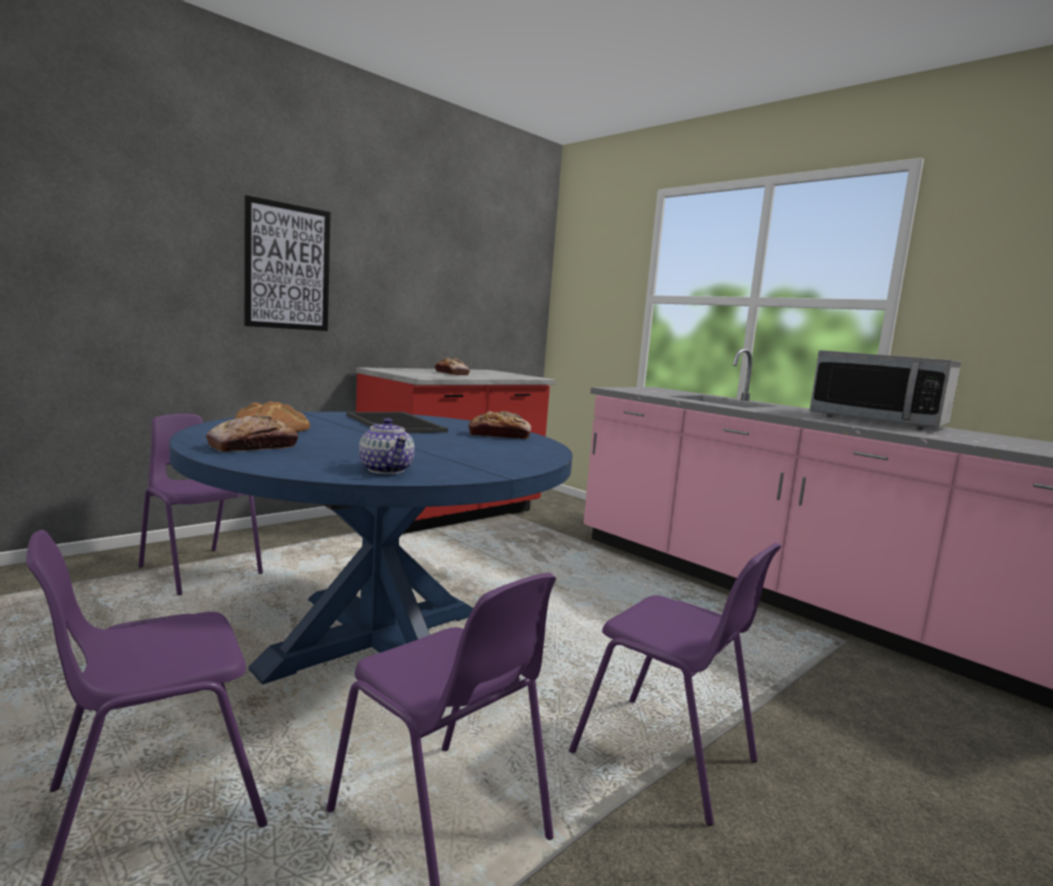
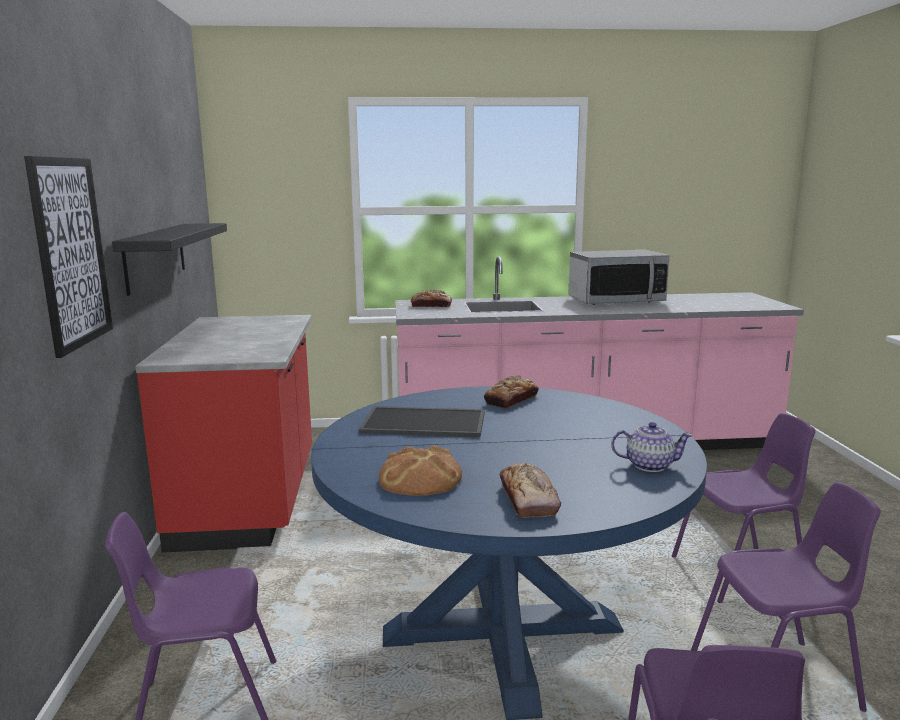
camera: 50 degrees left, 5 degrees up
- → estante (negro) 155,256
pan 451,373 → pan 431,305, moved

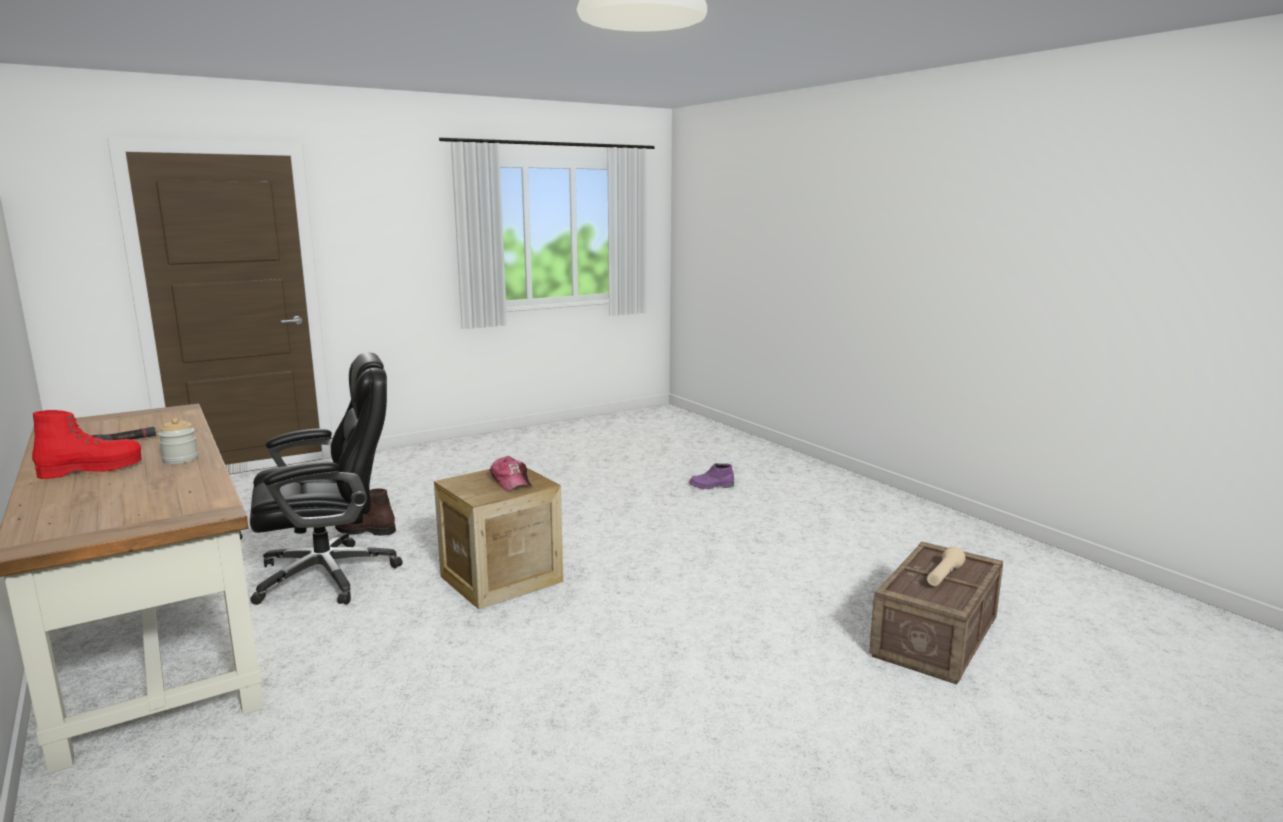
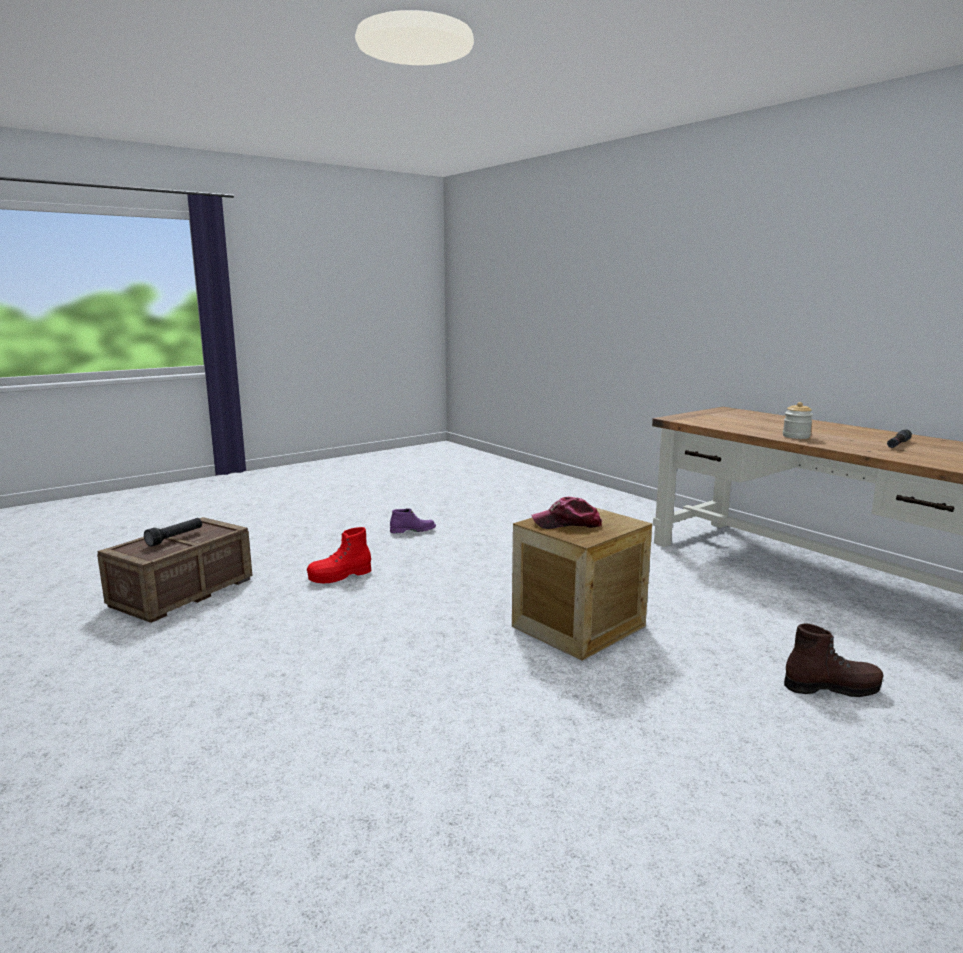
camera: 175 degrees right, 0 degrees up
silla de oficina (negro) 330,575 → -
bota (rojo) 92,469 → bota (rojo) 340,576, moved
bota (morado) 711,486 → bota (morado) 413,530, moved
linterna (beis) 943,577 → linterna (negro) 175,538
gorra 511,482 → gorra 567,524, 60 degrees counterclockwise

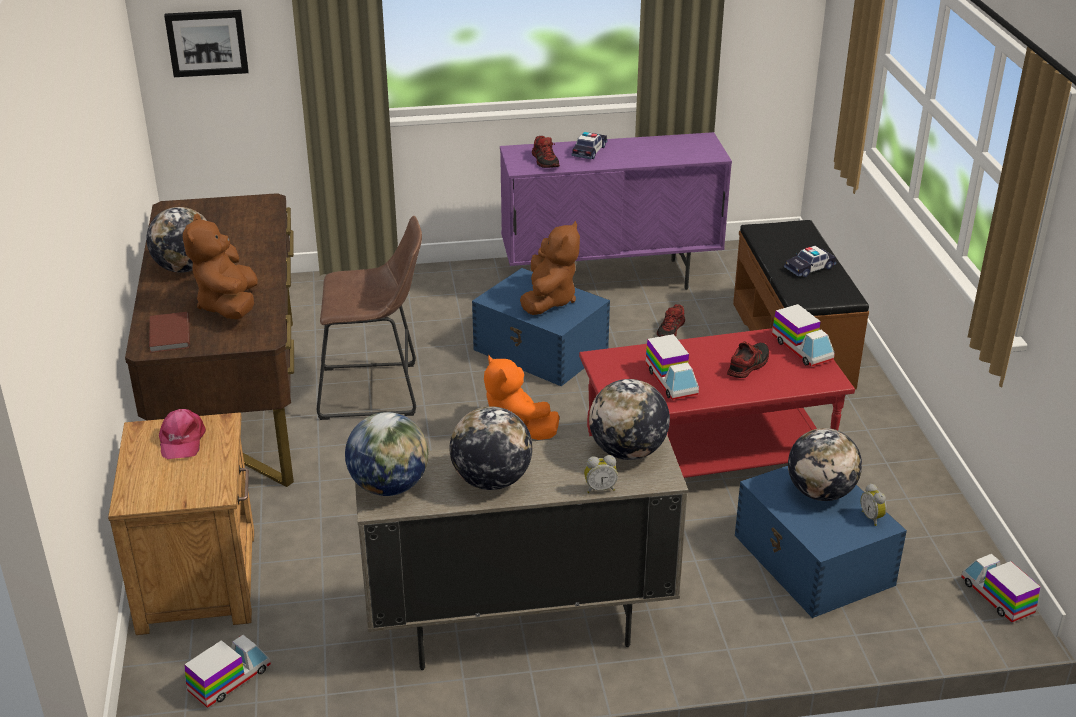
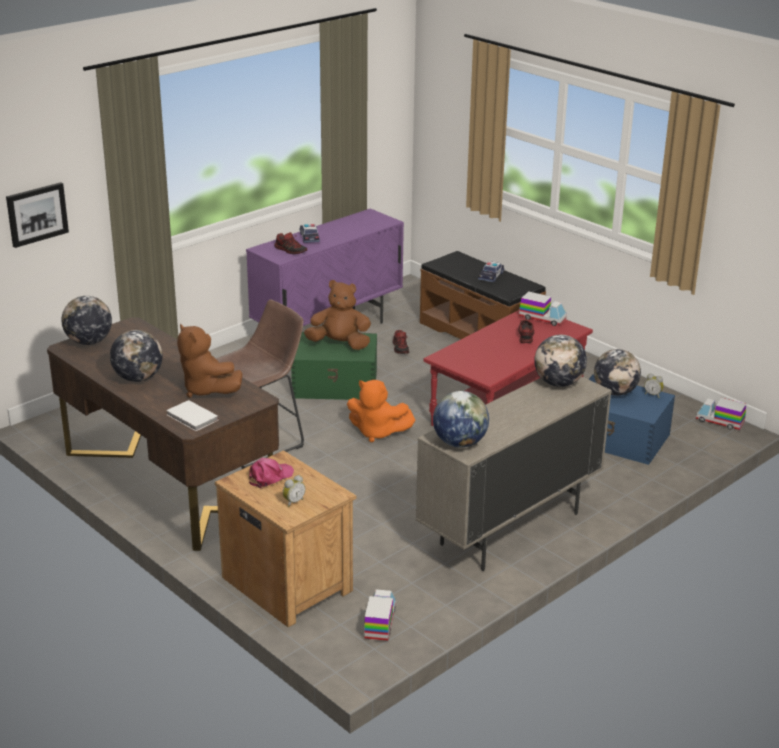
camera: 35 degrees left, 5 degrees down
camión de juguete 671,381 → -
globo terráqueo 491,480 → globo terráqueo 89,342, moved
despertador 600,488 → despertador 293,501, moved
libro (marrón) 168,335 → libro (blanco) 192,418
caja de almacenaje (azul) 541,350 → caja de almacenaje (verde) 336,384
gorra (rosa) 181,440 → gorra (rosa) 270,477, 90 degrees counterclockwise
peluche (marrón) 549,300 → peluche (marrón) 339,344, 60 degrees counterclockwise

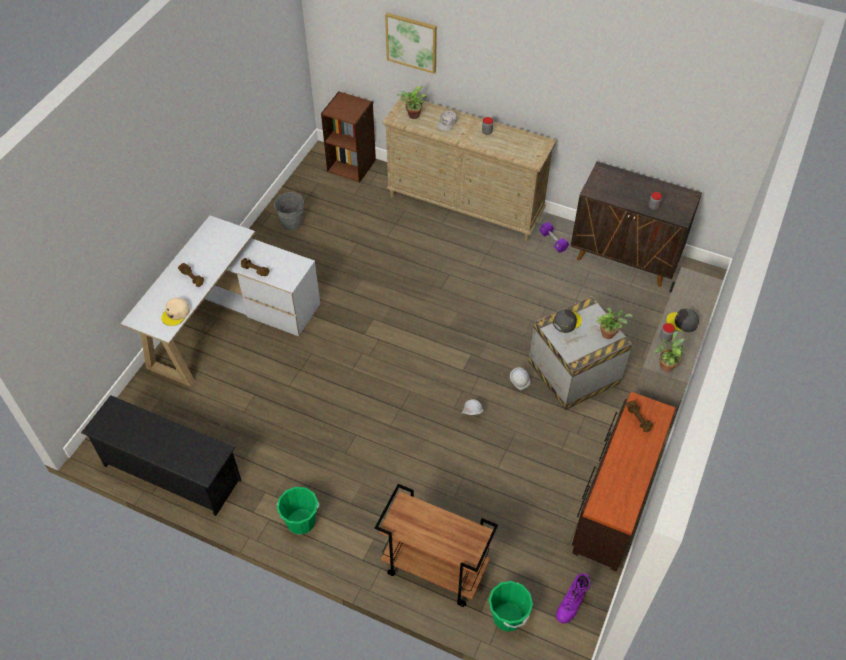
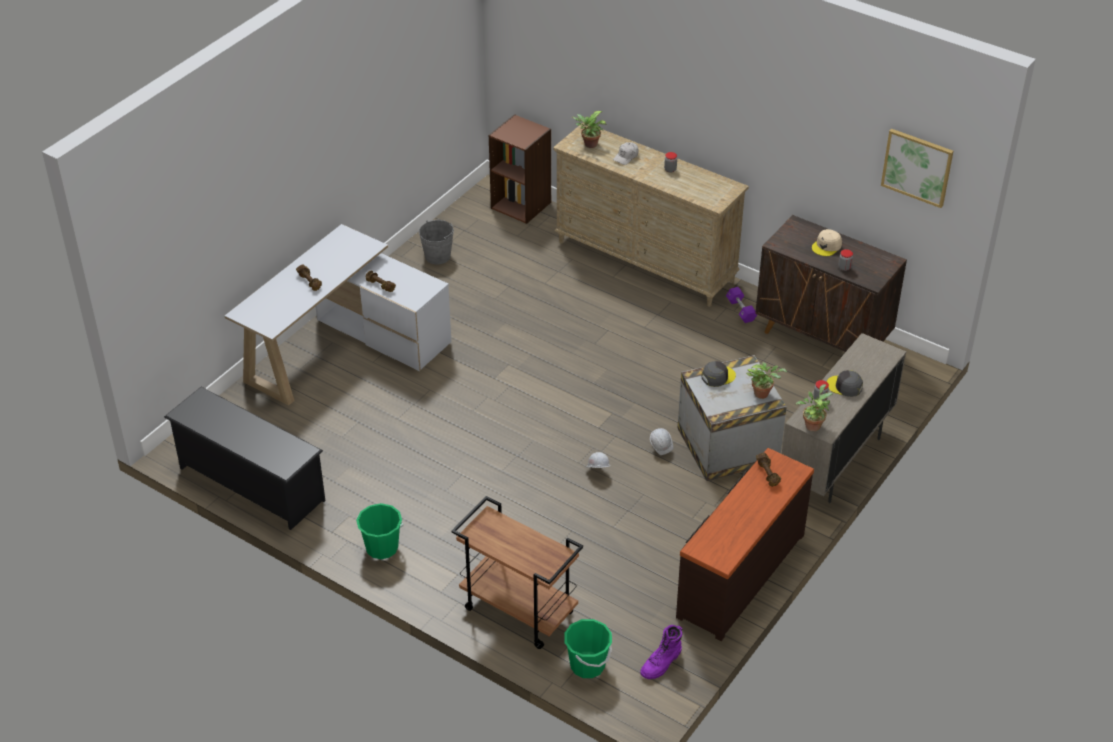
camera: 10 degrees right, 10 degrees down
gorra (beis) 176,314 → gorra (beis) 827,246, moved
cuadro 411,42 → cuadro 917,167, moved

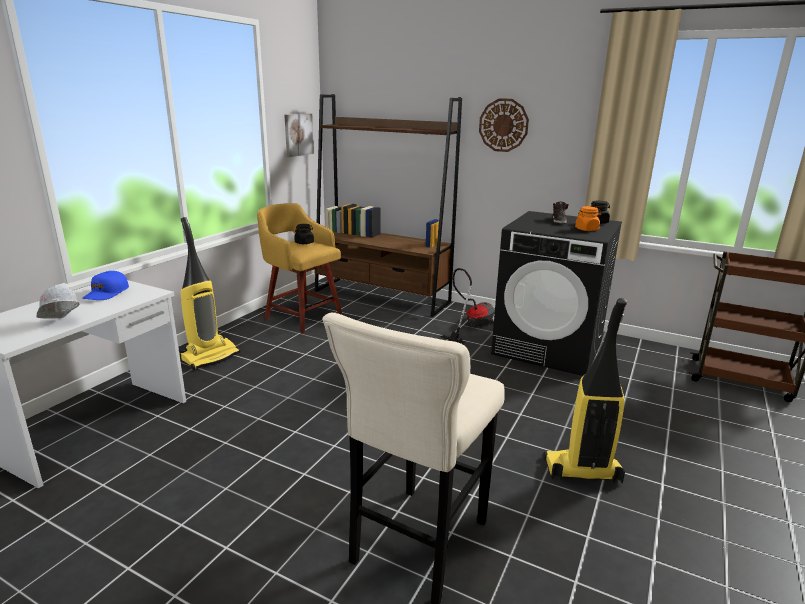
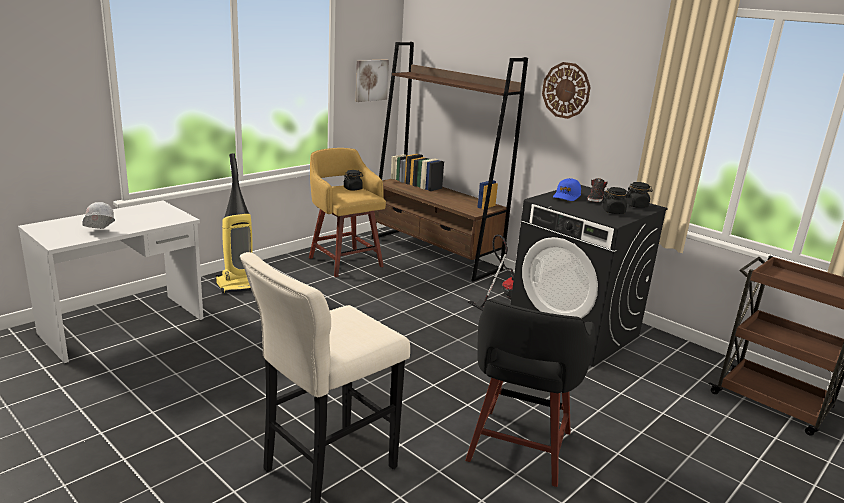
camera: 15 degrees right, 0 degrees up
gorra (azul) 107,293 → gorra (azul) 566,196, moved
aspiradora 581,471 → taburete (negro) 518,448
tarro (naranja) 586,229 → tarro (negro) 613,211

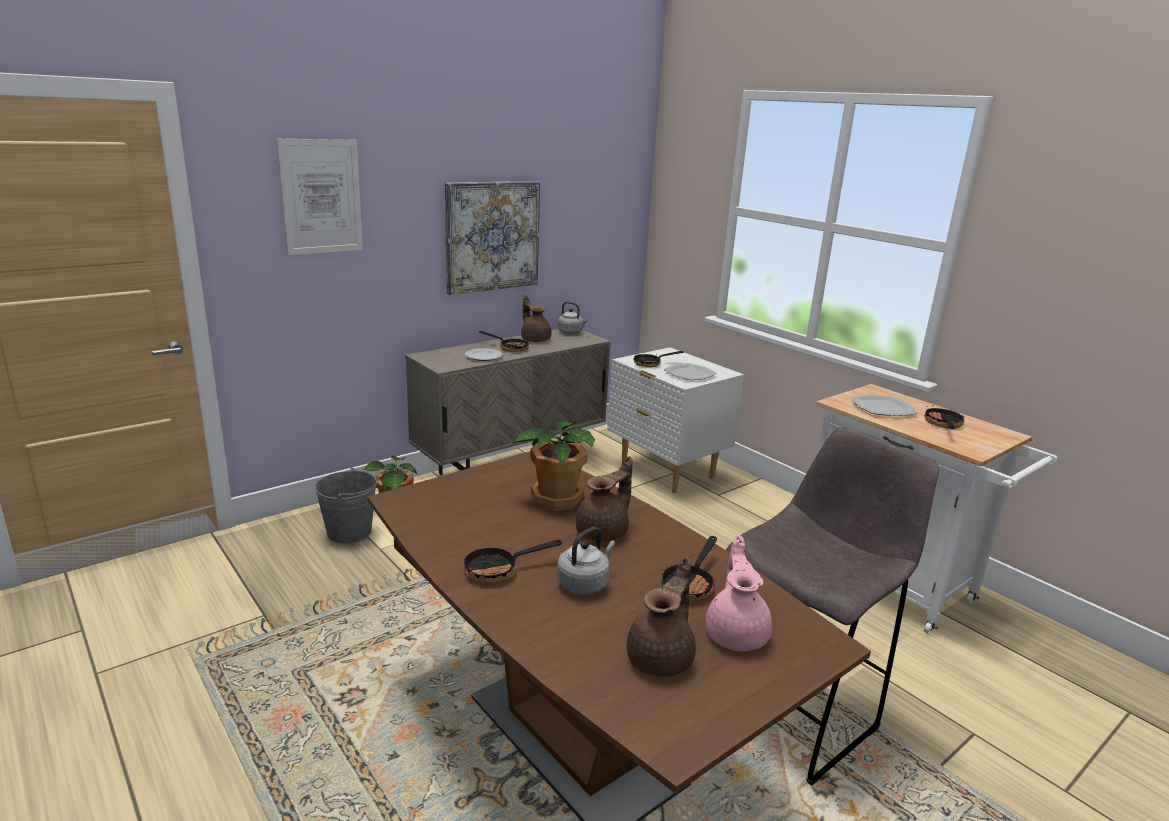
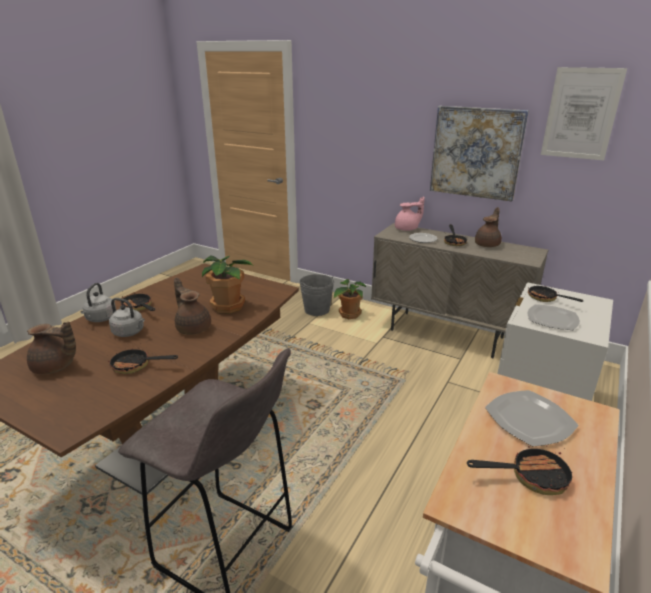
camera: 70 degrees right, 5 degrees up
cuadro 321,197 → cuadro 581,114, moved
hervidor (gris) 571,333 → hervidor (gris) 100,319, moved
tetera (rosa) 736,633 → tetera (rosa) 407,229, moved
tetera (marrón) 604,532 → tetera (marrón) 193,327, 150 degrees counterclockwise

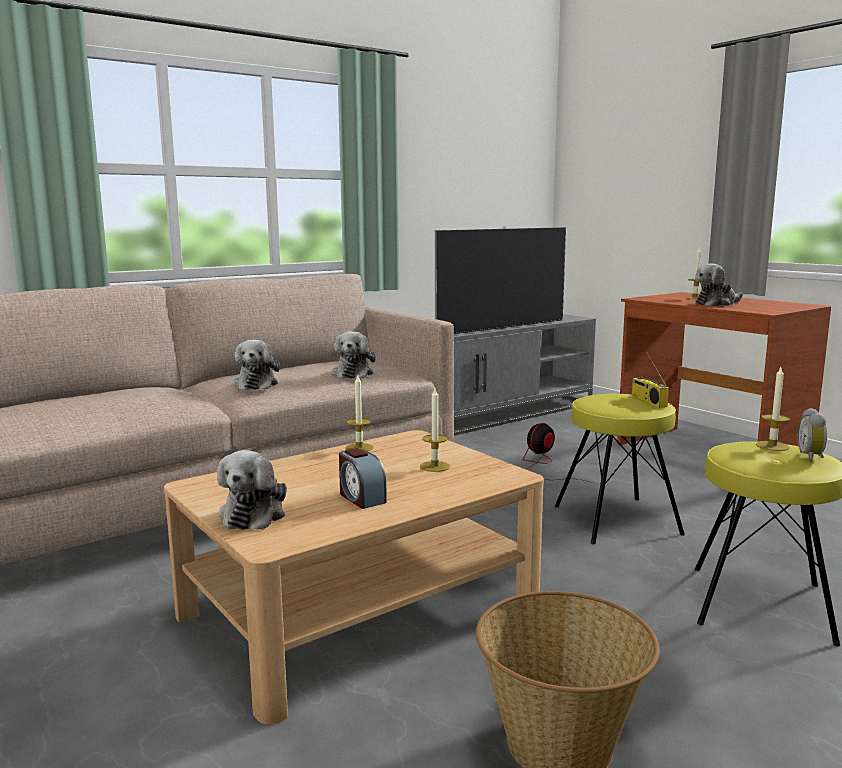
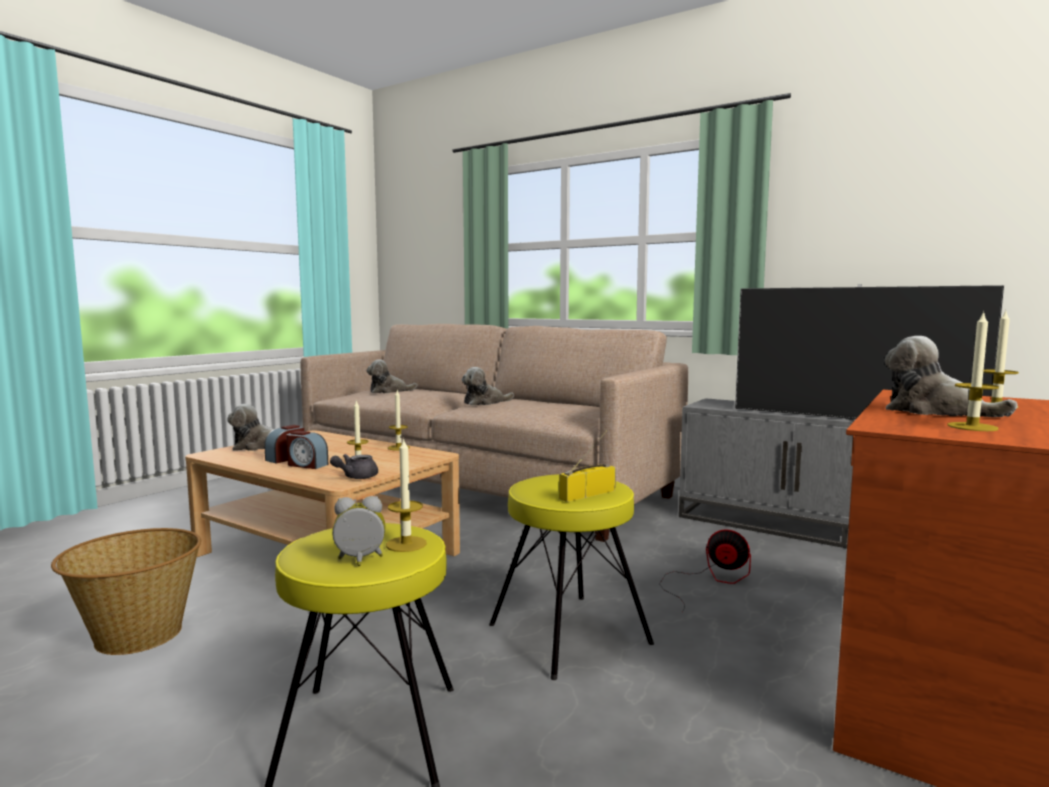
camera: 70 degrees right, 5 degrees down
- → despertador 307,465
- → tetera (gris) 356,477
- → vela 972,427
peluche 353,373 → peluche 389,391, moved

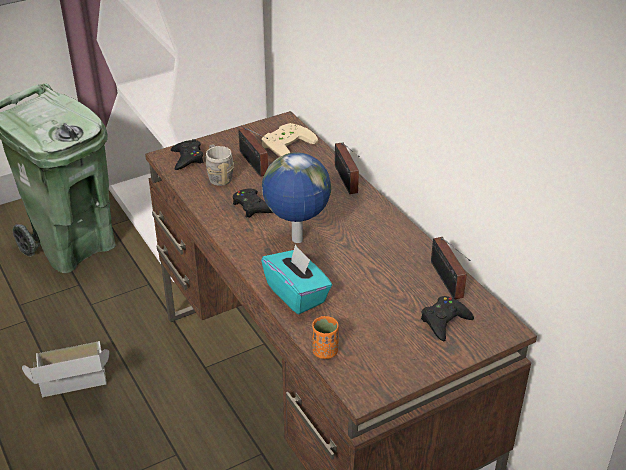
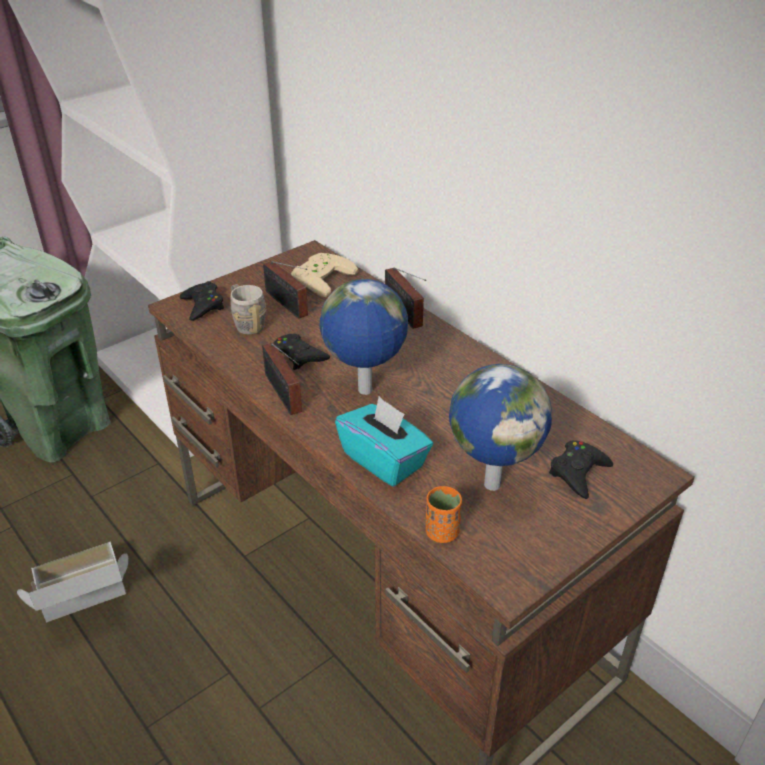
camera: 10 degrees left, 0 degrees up
- → globo terráqueo 491,483
radio 447,282 → radio 284,395, moved

